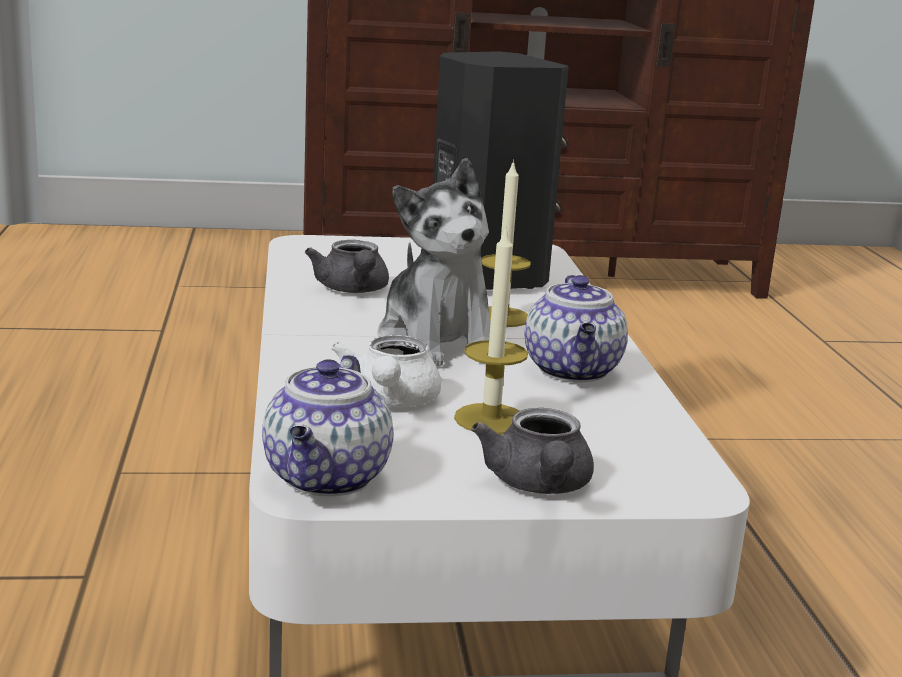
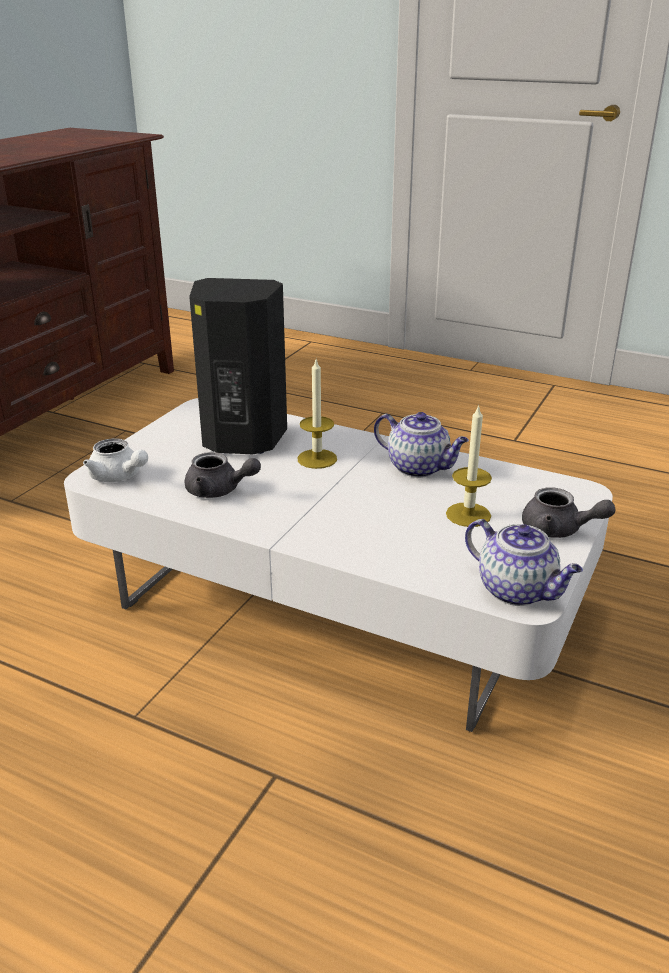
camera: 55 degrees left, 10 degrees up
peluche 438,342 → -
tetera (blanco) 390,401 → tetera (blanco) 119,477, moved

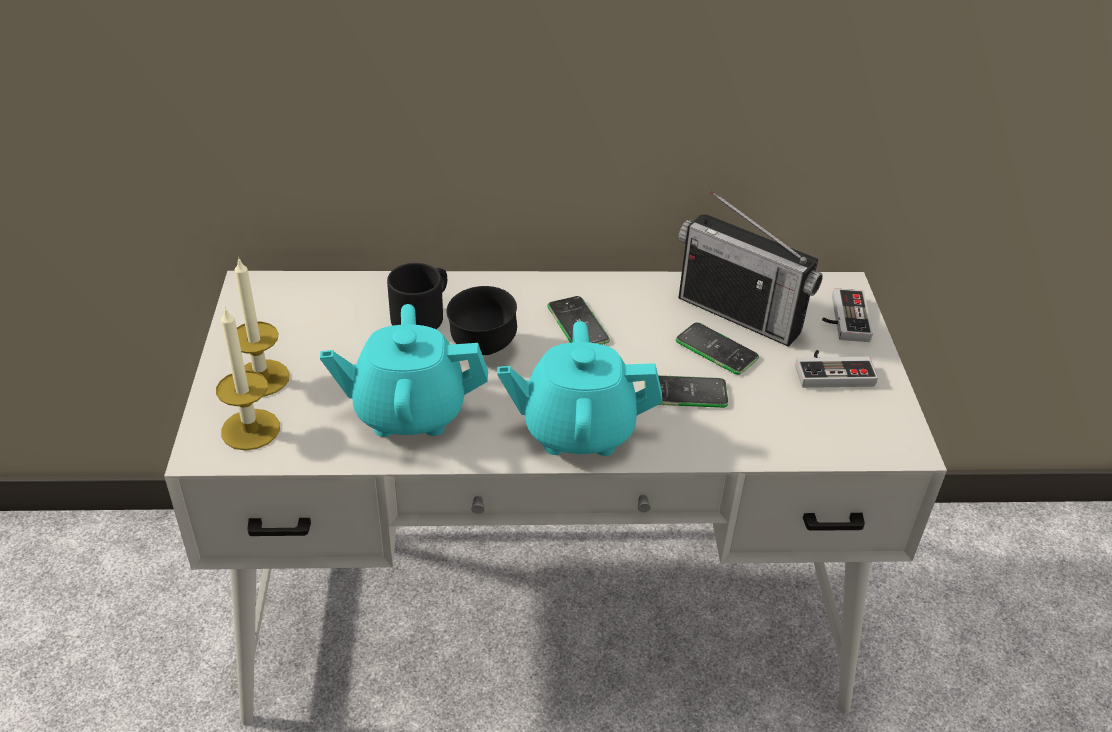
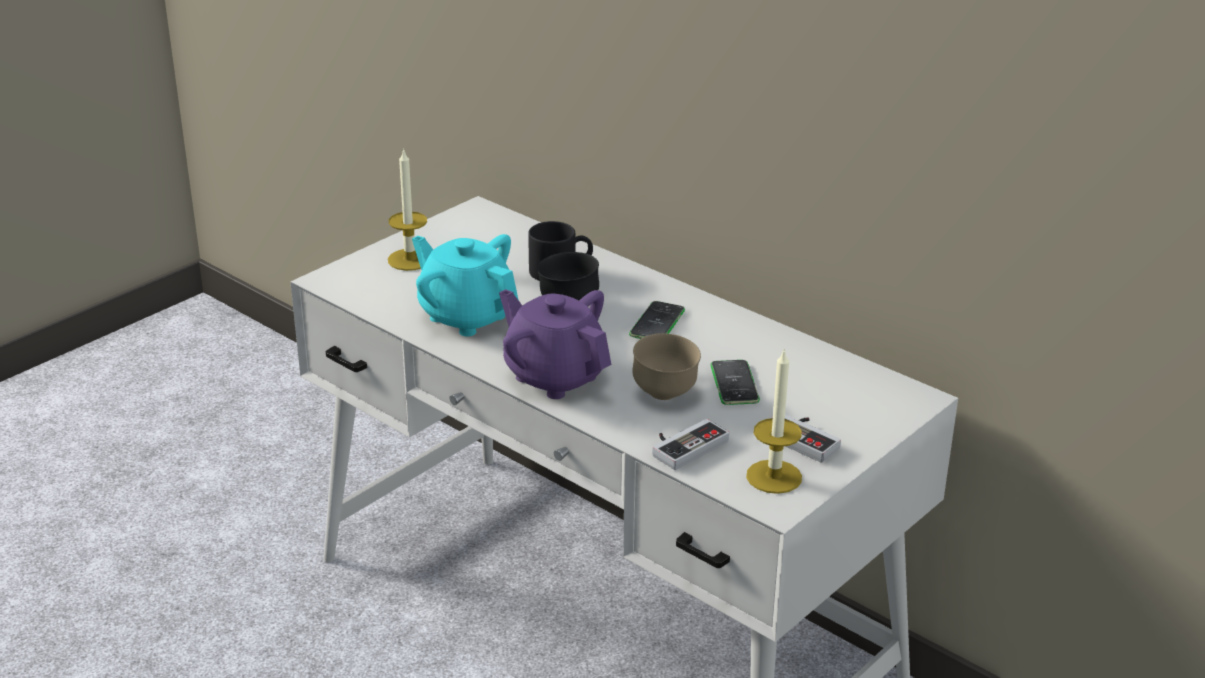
camera: 45 degrees right, 10 degrees down
radio 739,314 → -
vela 250,429 → vela 774,476, moved
mando de consola 843,318 → mando de consola 685,445, moved
móvil 685,393 → cuenco (marrón) 665,395
tetera (turquesa) 577,430 → tetera (morado) 555,376

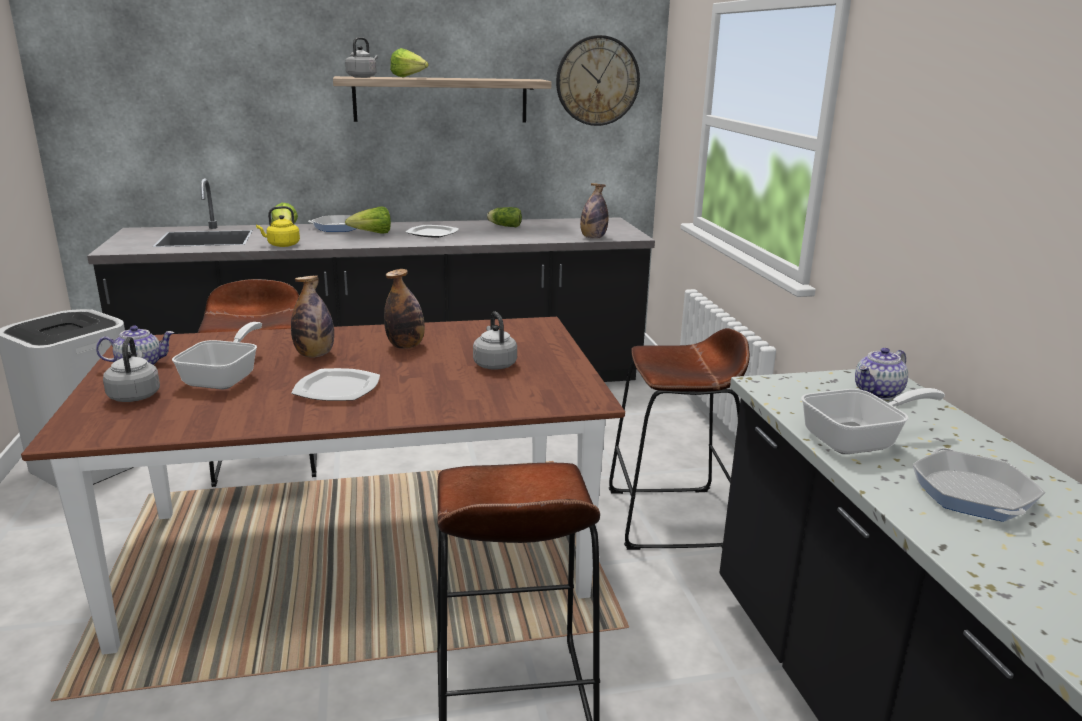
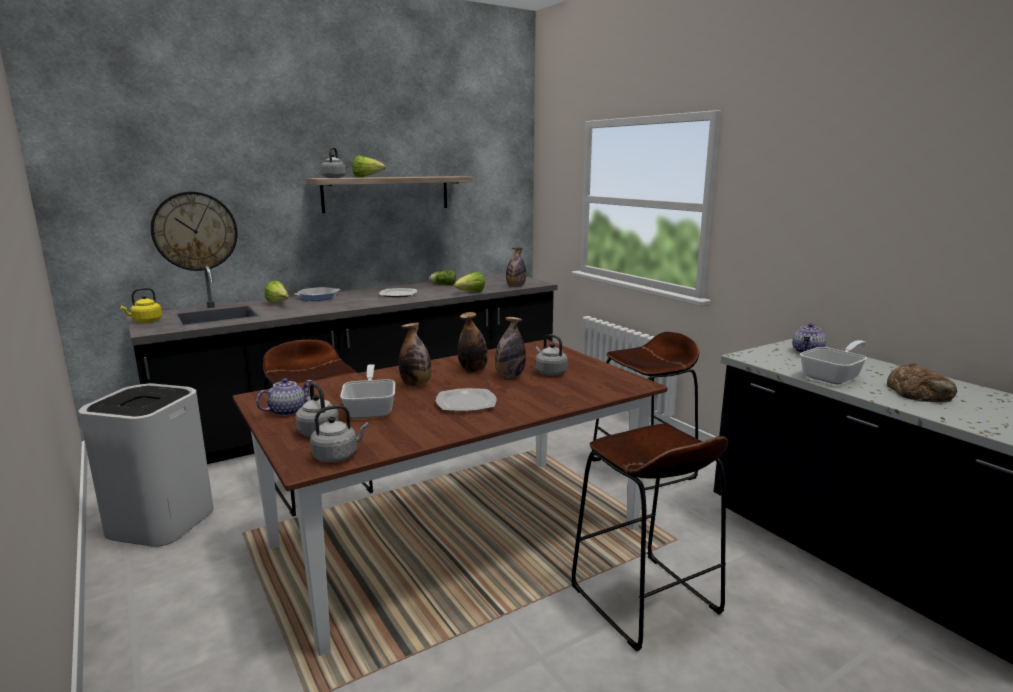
camera: 20 degrees left, 5 degrees down
- → hervidor (gris) 337,456
- → botella 509,376
hervidor (amarillo) 282,245 → hervidor (amarillo) 145,321, moved
lechuga 372,234 → lechuga 470,292, moved
reloj de pared 597,81 → reloj de pared 195,231, moved
sartén 972,494 → pan 920,392

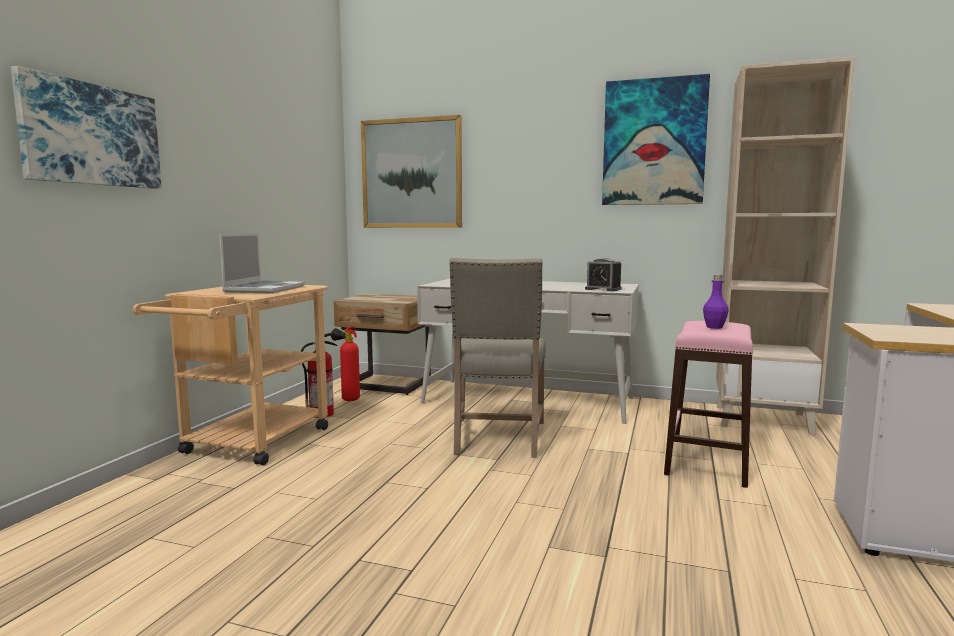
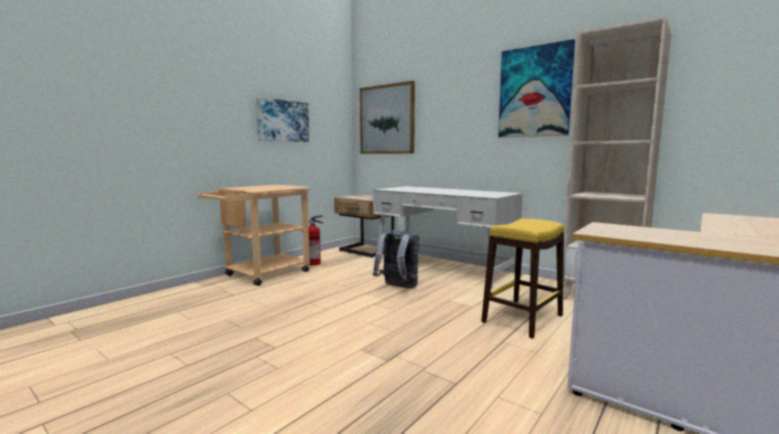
camera: 20 degrees right, 0 degrees up
portátil 264,289 → -
extintor 347,399 → -
despertador 603,289 → -
botella (morado) 714,327 → -
cuadro 91,135 → cuadro 282,121, moved
silla (beis) 498,438 → mochila (gris) 398,287
taburete (rosa) 706,461 → taburete (amarillo) 522,318

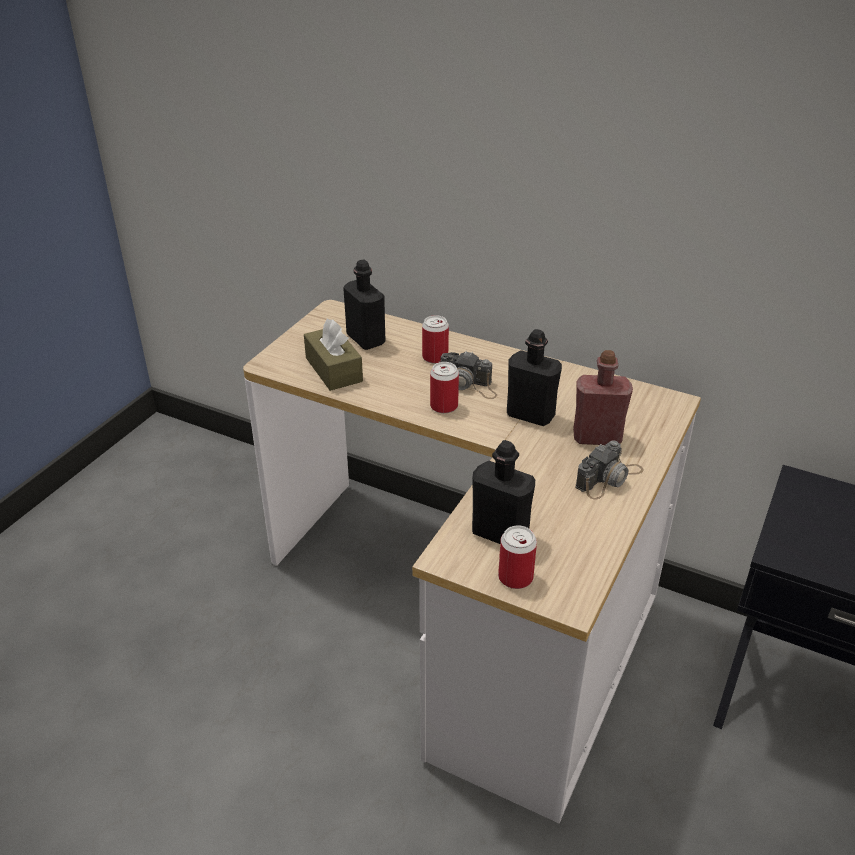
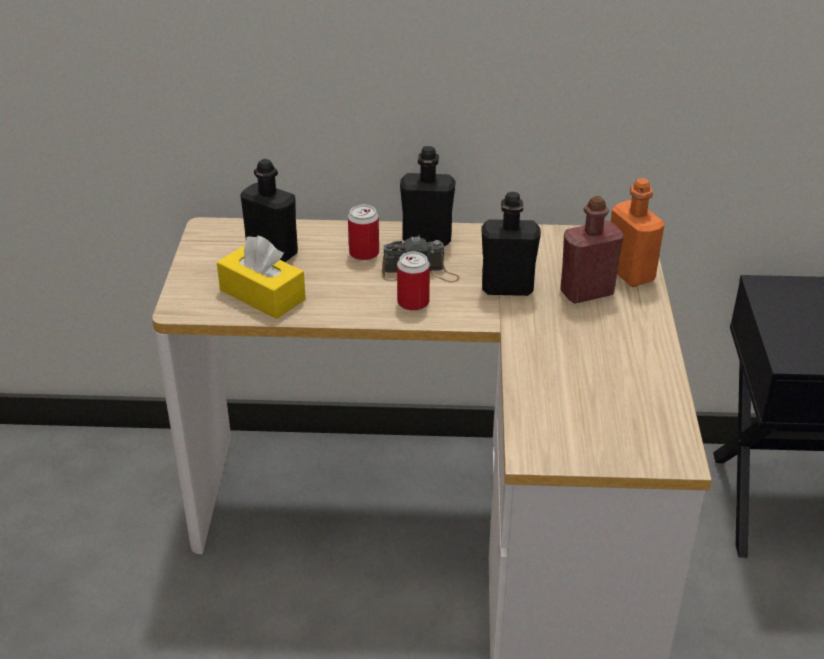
camera: 25 degrees left, 0 degrees up
lata 515,577 → -
cámara 609,478 → -
- → botella (naranja) 630,273
botella (negro) 500,533 → botella (negro) 427,239, moved
caja de pañuelos (marrón) 333,369 → caja de pañuelos (amarillo) 262,295

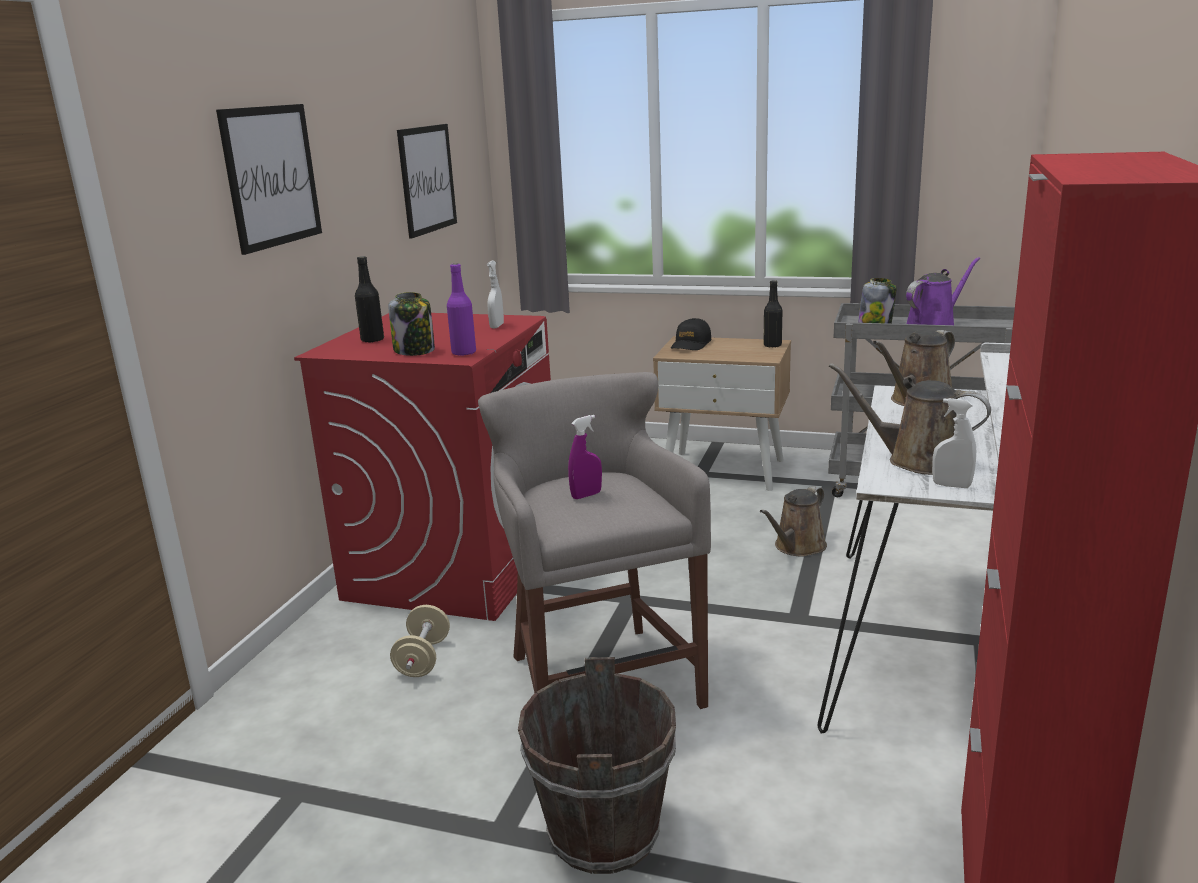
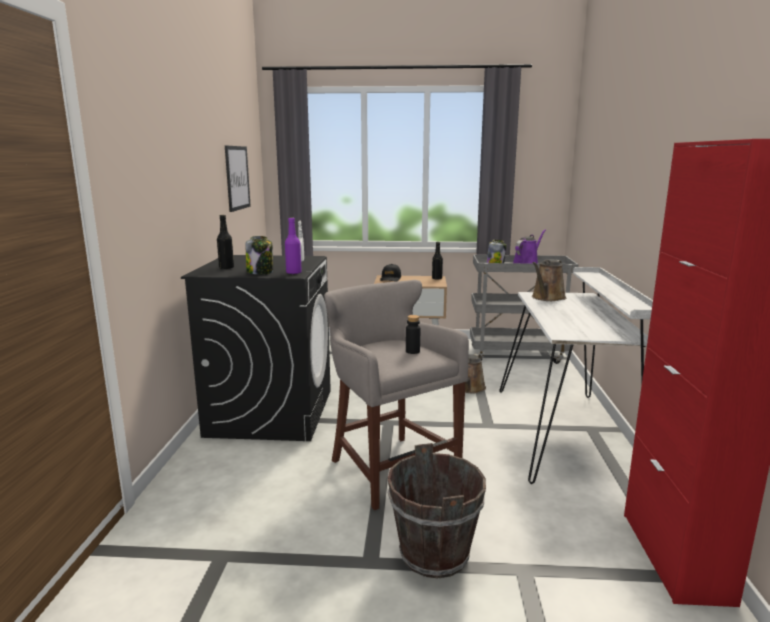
camera: 15 degrees left, 5 degrees down
cuadro 271,176 → -
mancuerna (beis) 423,659 → -
pulverizador (morado) 586,495 → -
regadera (marrón) 917,460 → -
pulverizador (blanco) 951,485 → -
- → botella (negro) 412,351
lavadora (rojo) 456,566 → lavadora (negro) 271,412

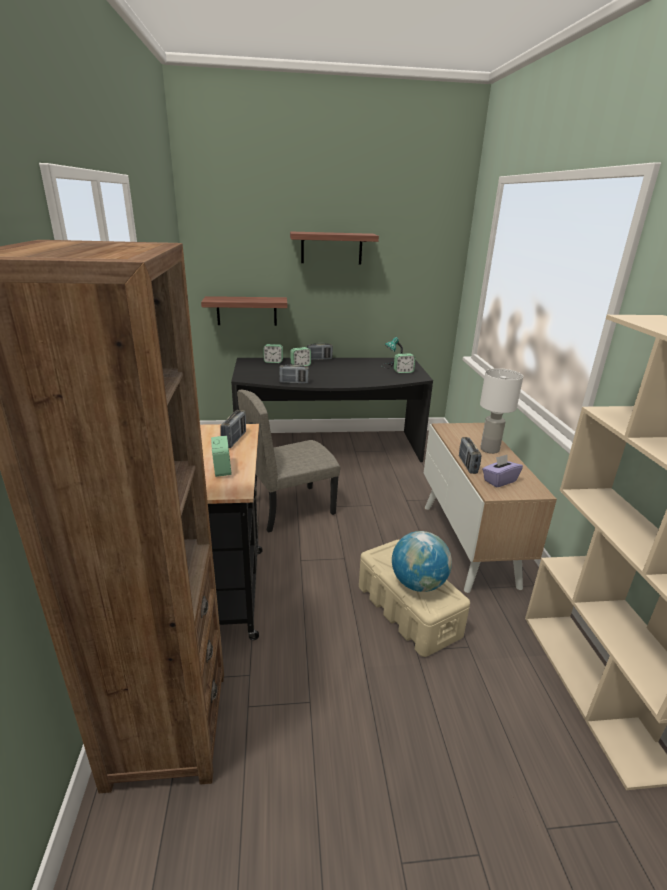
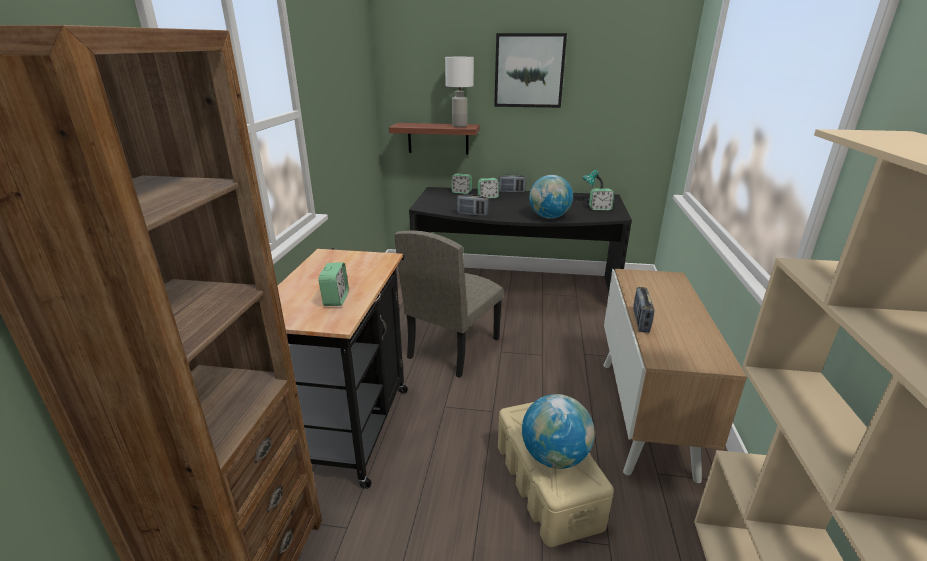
camera: 15 degrees right, 0 degrees up
radio 234,440 → -
caja de pañuelos (morado) 499,481 → -
- → globo terráqueo 549,217
lámpara de mesa (blanco) 489,450 → lámpara de mesa (blanco) 459,126, moved
estante 331,248 → cuadro 529,71
silla (beis) 290,508 → silla (beis) 453,347, 45 degrees counterclockwise

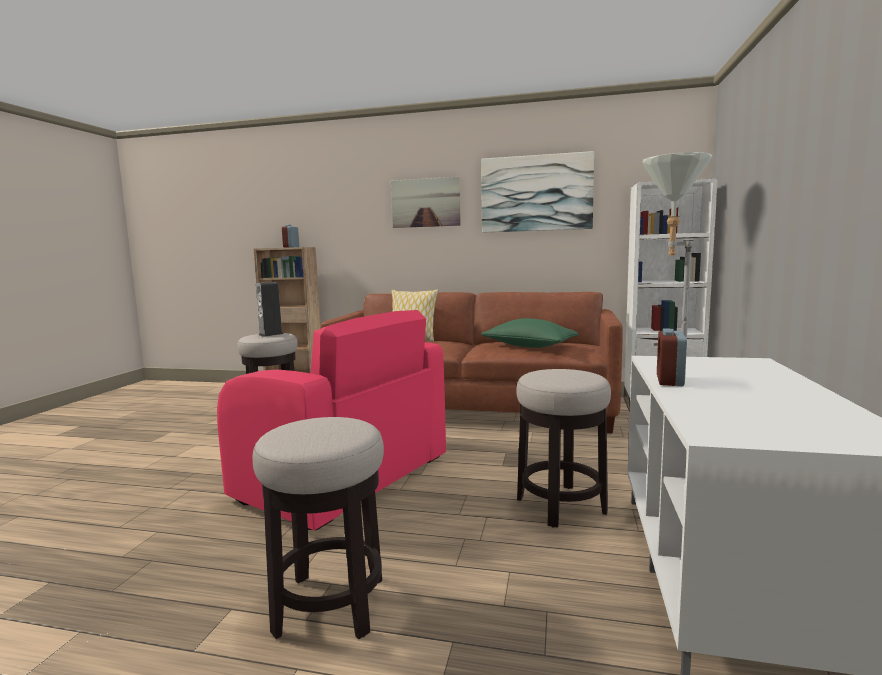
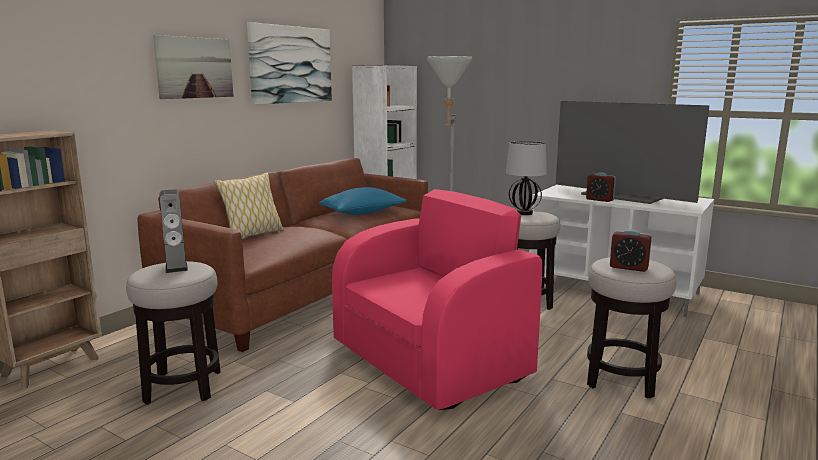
camera: 70 degrees left, 5 degrees up
- → lámpara de mesa 524,213
- → televisor 622,196
despertador 291,247 → despertador 628,267, moved
cojín (verde) 529,346 → cojín (azul) 363,213

